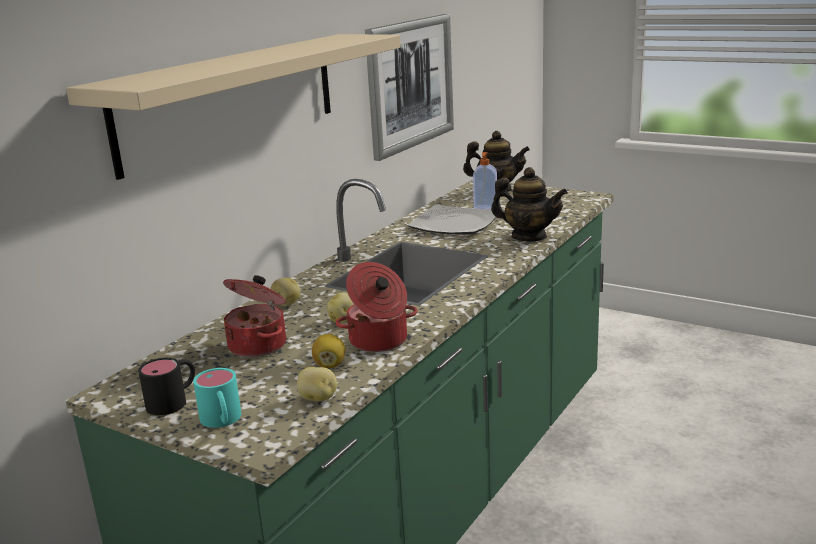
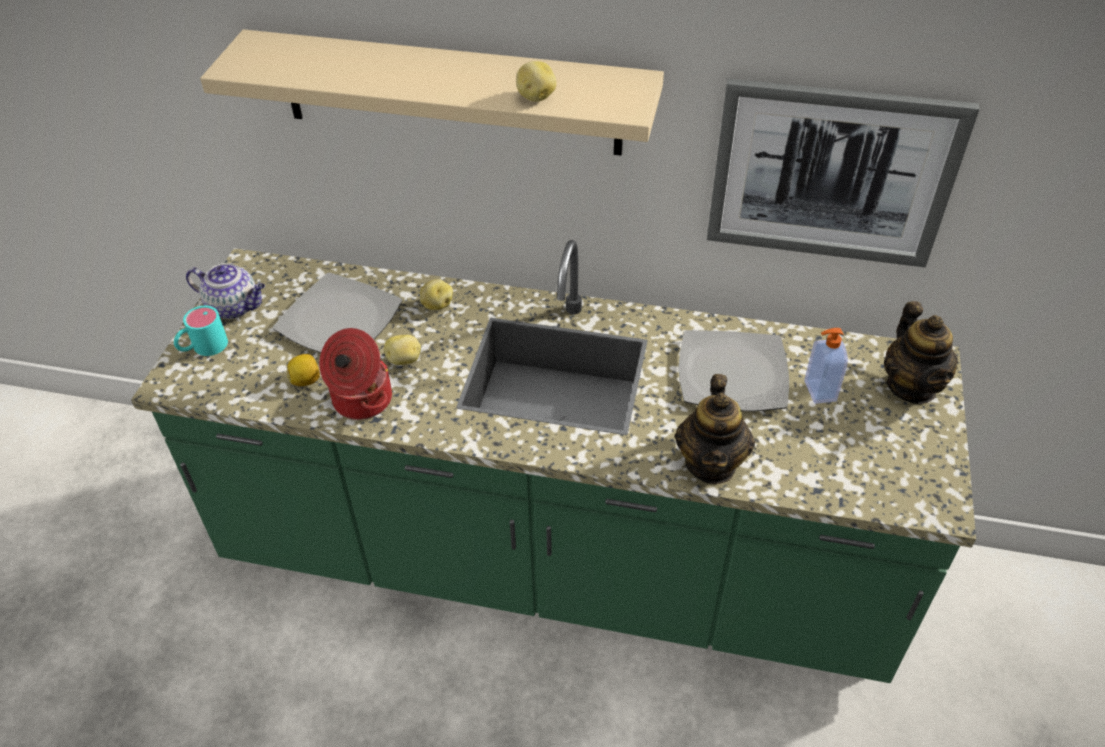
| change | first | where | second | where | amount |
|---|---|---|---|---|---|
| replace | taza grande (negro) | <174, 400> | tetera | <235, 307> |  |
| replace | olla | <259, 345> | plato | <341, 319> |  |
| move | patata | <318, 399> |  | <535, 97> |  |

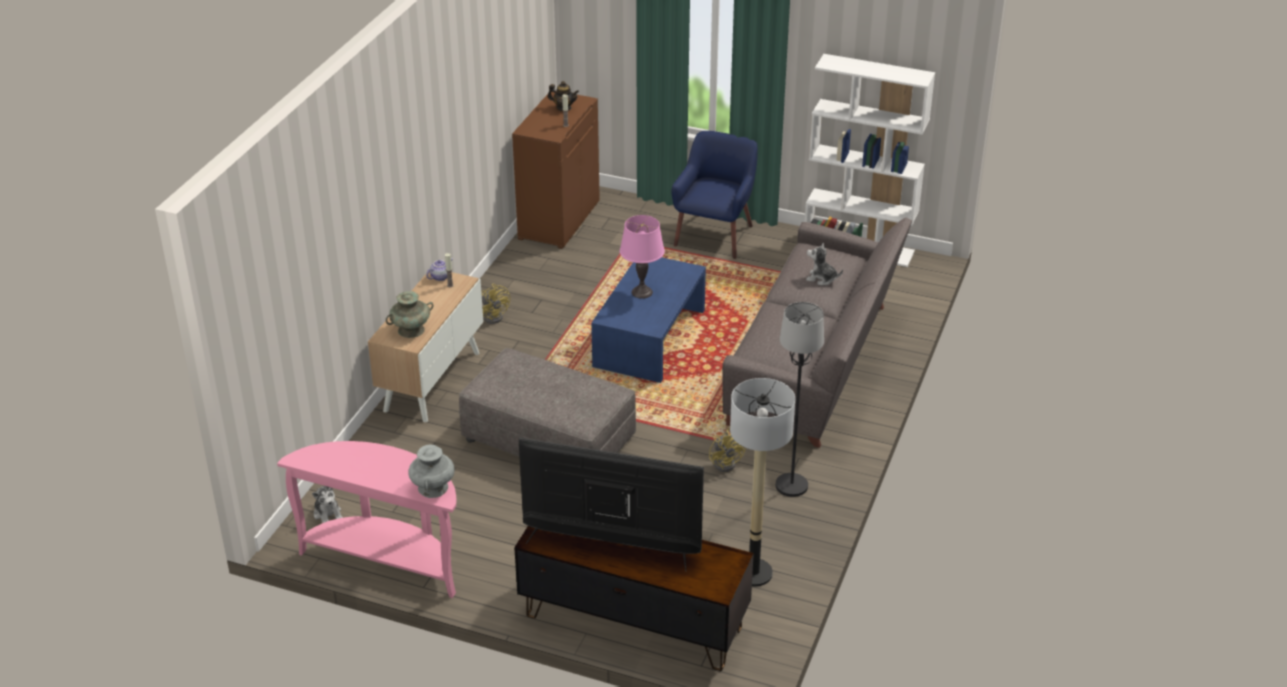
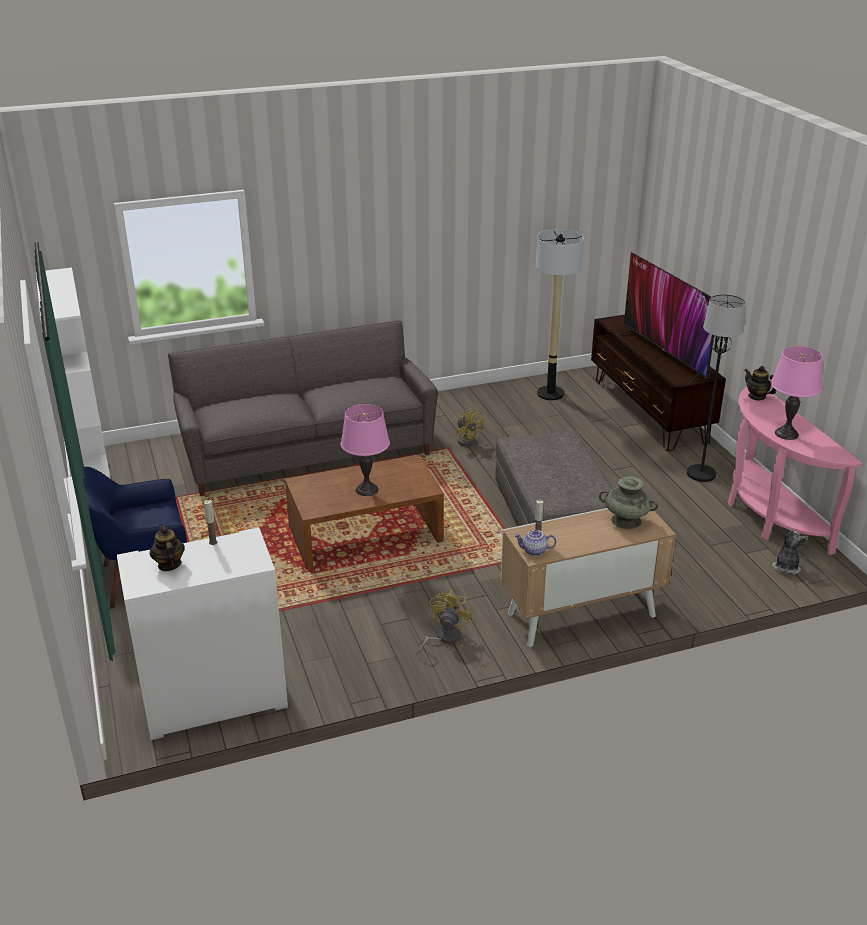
| change | first | where | second | where | amount |
|---|---|---|---|---|---|
| replace | florero (gris) | <433, 487> | tetera | <757, 396> |  |
| recolor | armario (marrón) | <558, 220> | armario (blanco) | <213, 700> |  |
| recolor | mesa de centro (azul) | <650, 338> | mesa de centro (marrón) | <365, 534> |  |
| rotate | ventilador (amarillo) | <726, 462> |  | <468, 439> | 120 degrees clockwise |
| move | lámpara de pie (negro) | <791, 485> |  | <701, 474> |  |
| delete | peluche | <821, 279> |  |  |  |
| insert |  |  | lámpara de mesa (rosa) | <786, 434> |  |

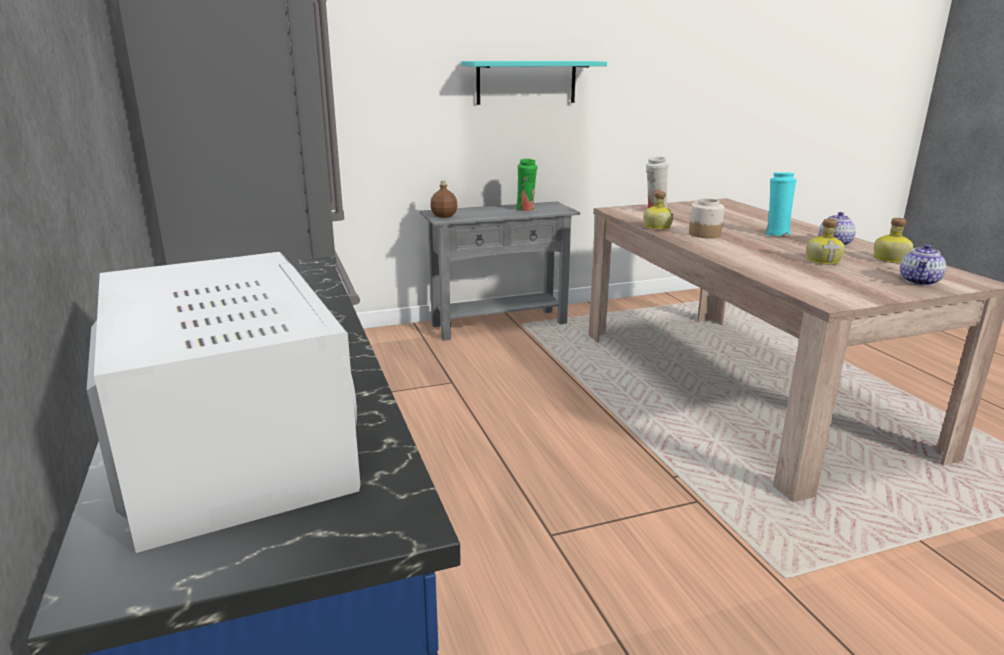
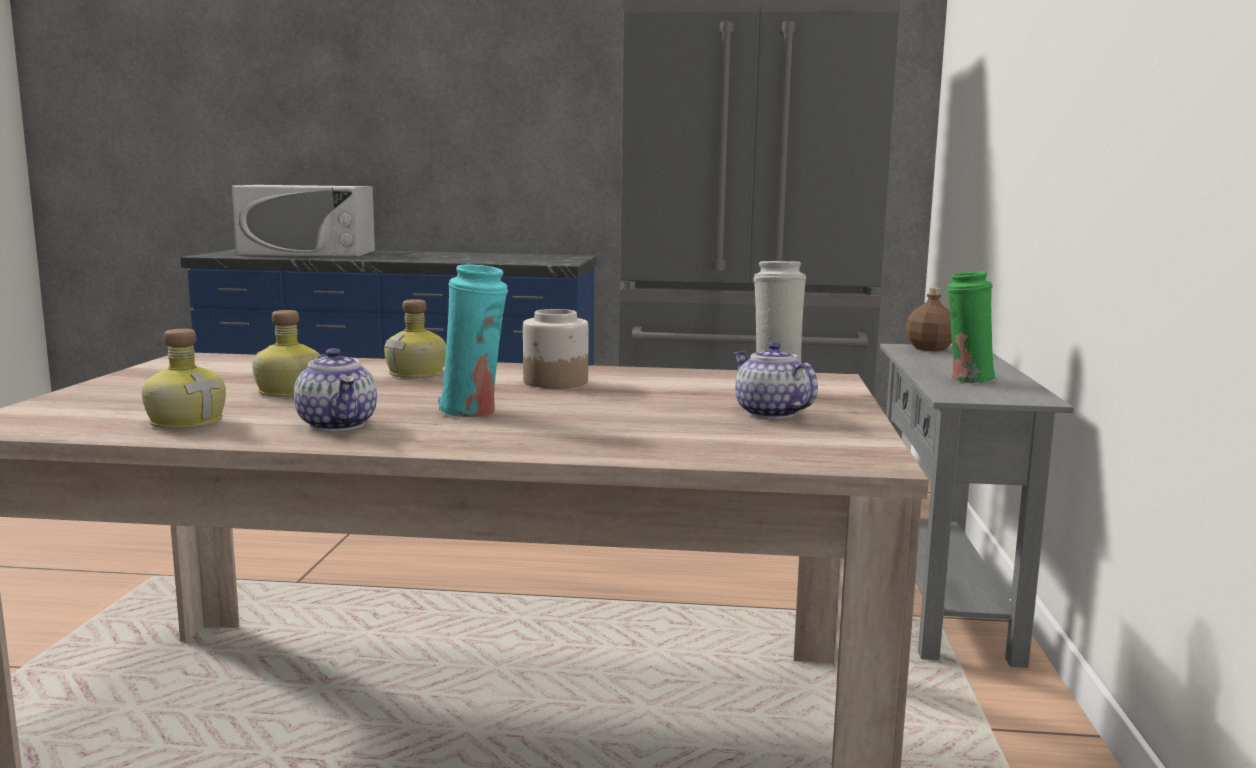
| change | first | where | second | where | amount |
|---|---|---|---|---|---|
| delete | estante (turquesa) | <526, 82> |  |  |  |
| move | botella | <656, 227> |  | <418, 374> |  |
| move | tetera | <920, 281> |  | <769, 413> |  |

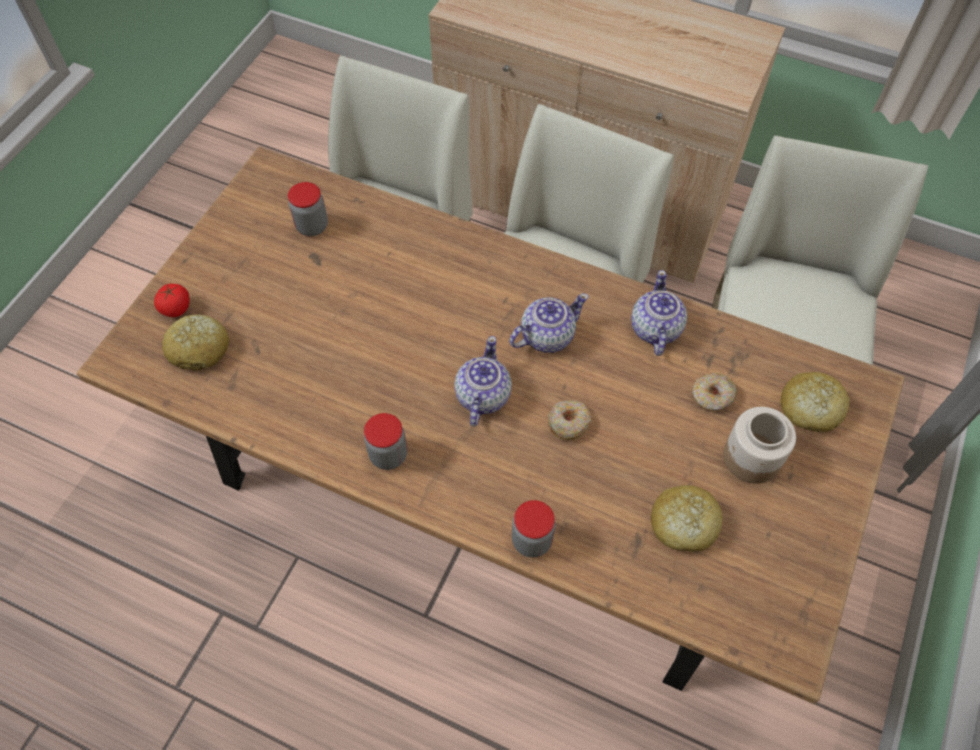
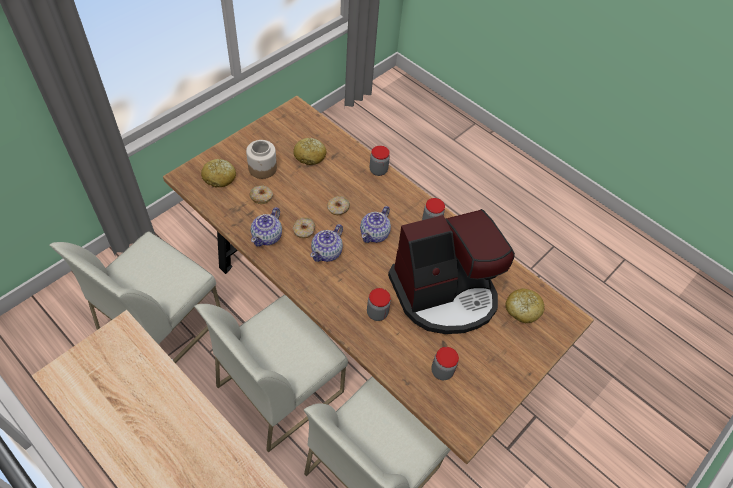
| change | first | where | second | where | amount |
|---|---|---|---|---|---|
| delete | tomate | <176, 308> |  |  |  |
| rotate | tetera | <546, 336> |  | <327, 252> | 45 degrees counterclockwise |
| insert |  |  | rosquilla | <304, 230> |  |
| insert |  |  | tarro | <377, 313> |  |
| insert |  |  | cafetera | <445, 294> |  |

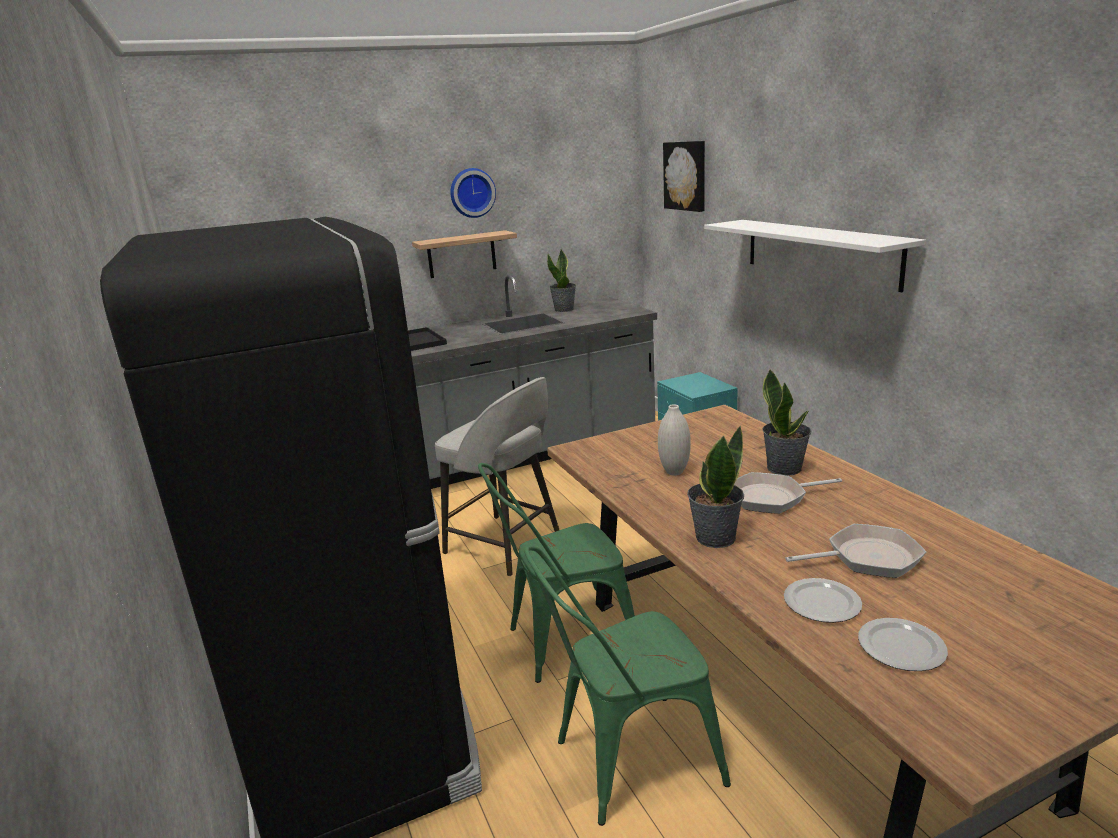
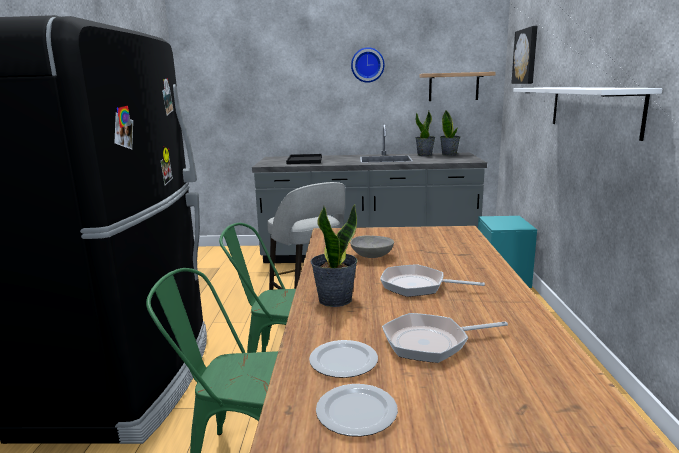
| change | first | where | second | where | amount |
|---|---|---|---|---|---|
| move | estante | <461, 254> |  | <453, 87> |  |
| replace | florero (blanco) | <674, 472> | cuenco (gris) | <371, 256> |  |
| move | planta en maceta | <784, 468> |  | <449, 154> |  |
| rotate | sartén | <867, 558> |  | <431, 342> | 150 degrees clockwise |

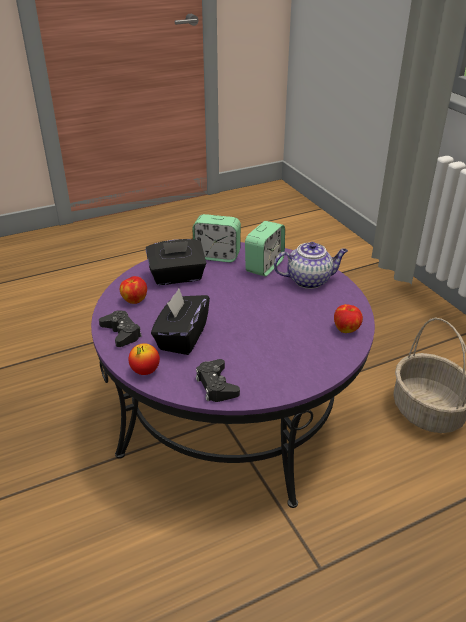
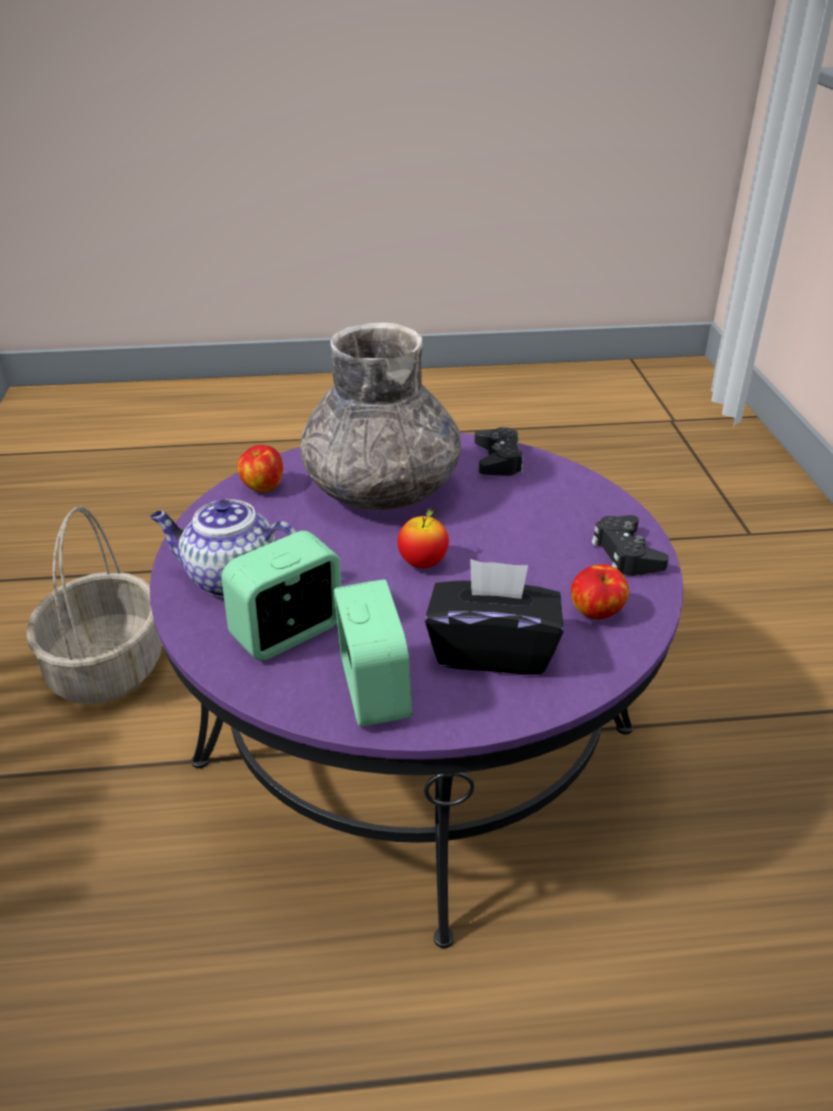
| change | first | where | second | where | amount |
|---|---|---|---|---|---|
| move | manzana | <145, 371> |  | <423, 563> |  |
| delete | caja de pañuelos (negro) | <182, 337> |  |  |  |
| rotate | despertador | <217, 256> |  | <373, 691> | 45 degrees clockwise |
| insert |  |  | florero (gris) | <382, 489> |  |

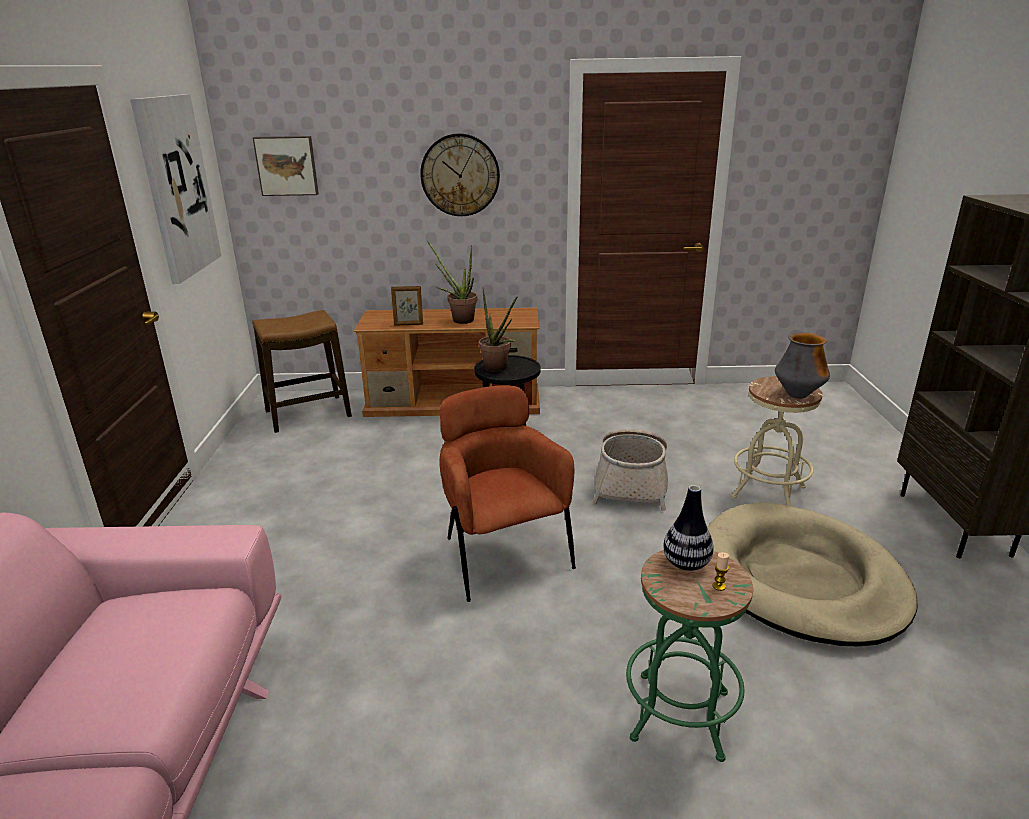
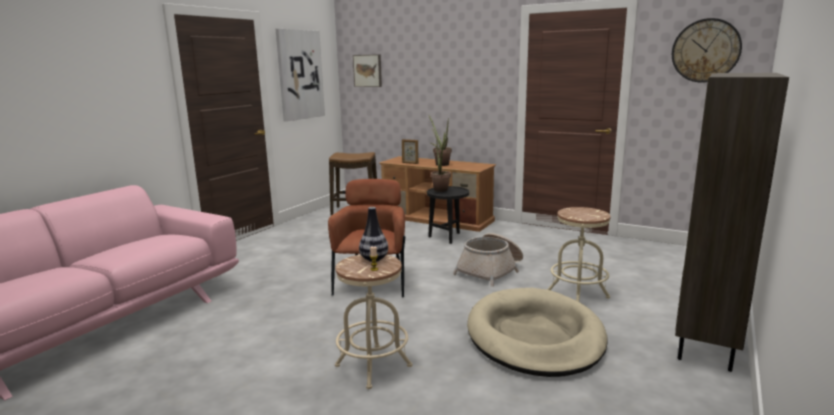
| change | first | where | second | where | amount |
|---|---|---|---|---|---|
| move | reloj de pared | <460, 175> |  | <705, 50> |  |
| recolor | taburete (verde) | <680, 715> | taburete (beis) | <373, 366> |  |
| delete | florero | <798, 395> |  |  |  |

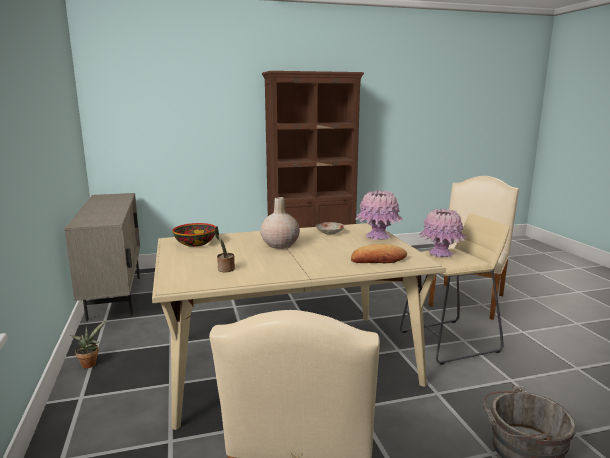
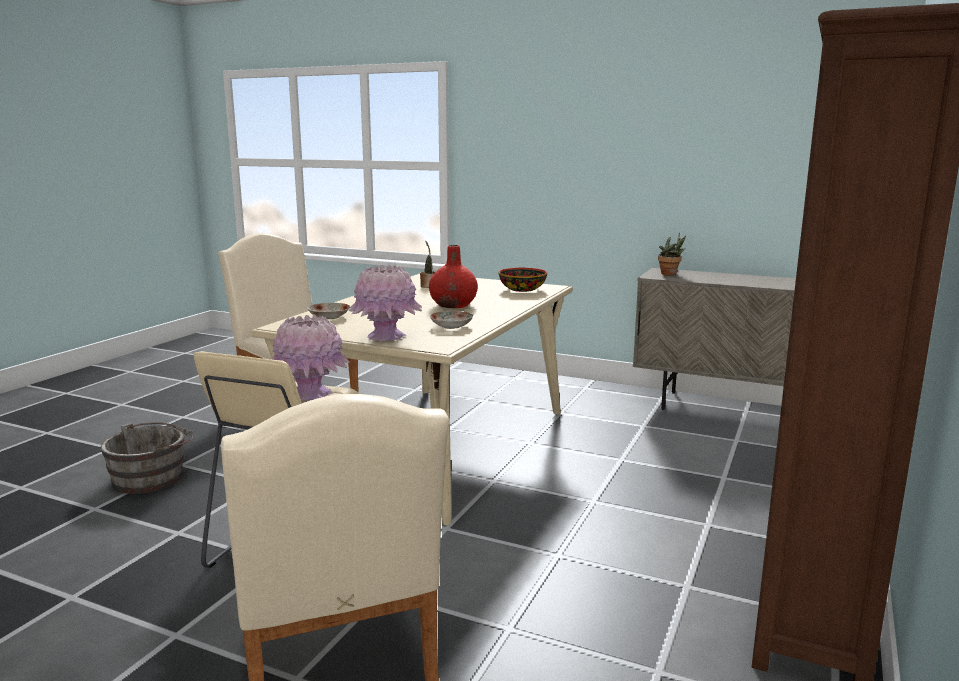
| change | first | where | second | where | amount |
|---|---|---|---|---|---|
| move | planta en maceta | <90, 363> |  | <670, 274> |  |
| recolor | florero (beis) | <280, 245> | florero (rojo) | <454, 305> |  |
| replace | pan | <378, 259> | plato | <328, 317> |  |

